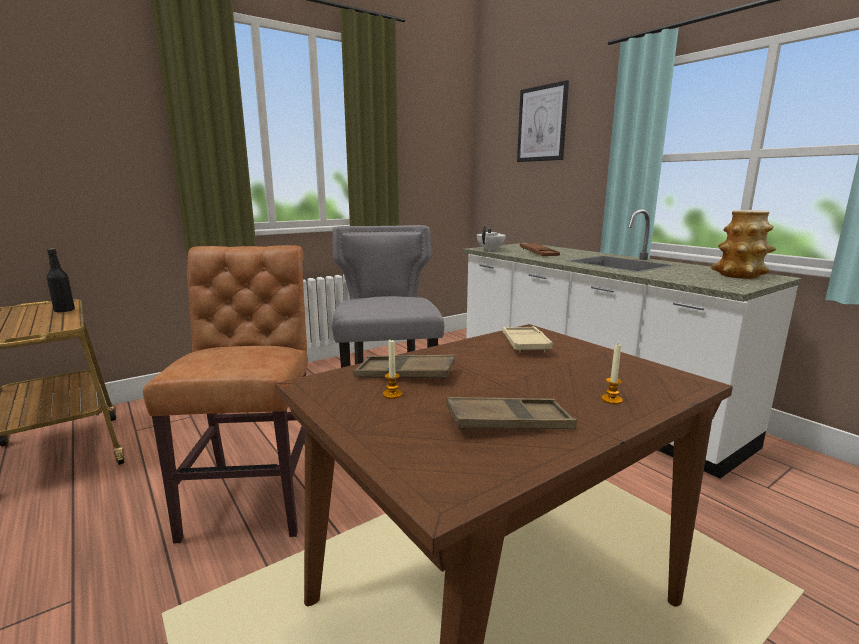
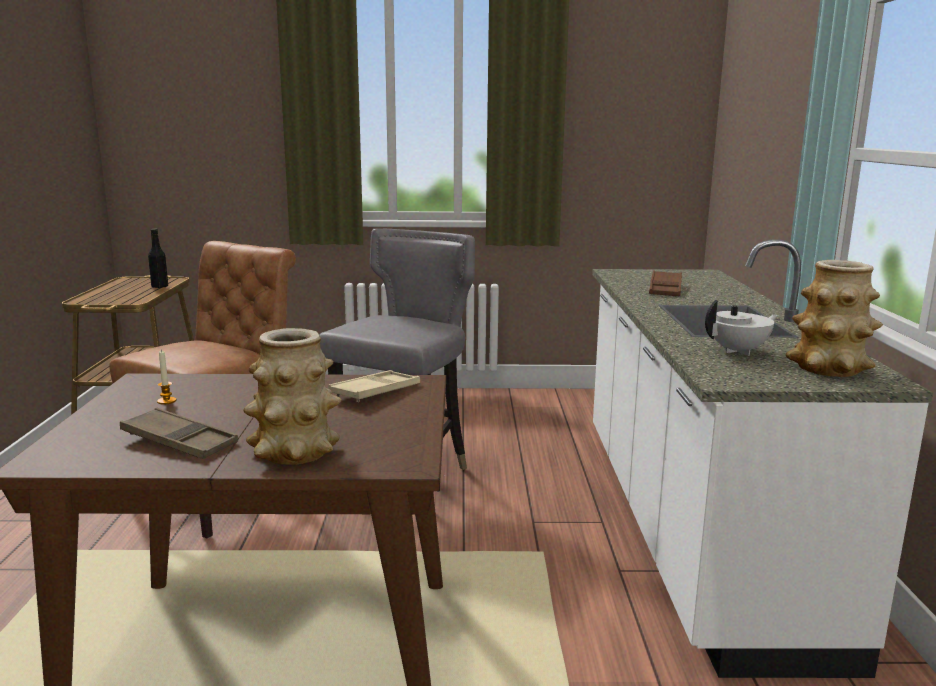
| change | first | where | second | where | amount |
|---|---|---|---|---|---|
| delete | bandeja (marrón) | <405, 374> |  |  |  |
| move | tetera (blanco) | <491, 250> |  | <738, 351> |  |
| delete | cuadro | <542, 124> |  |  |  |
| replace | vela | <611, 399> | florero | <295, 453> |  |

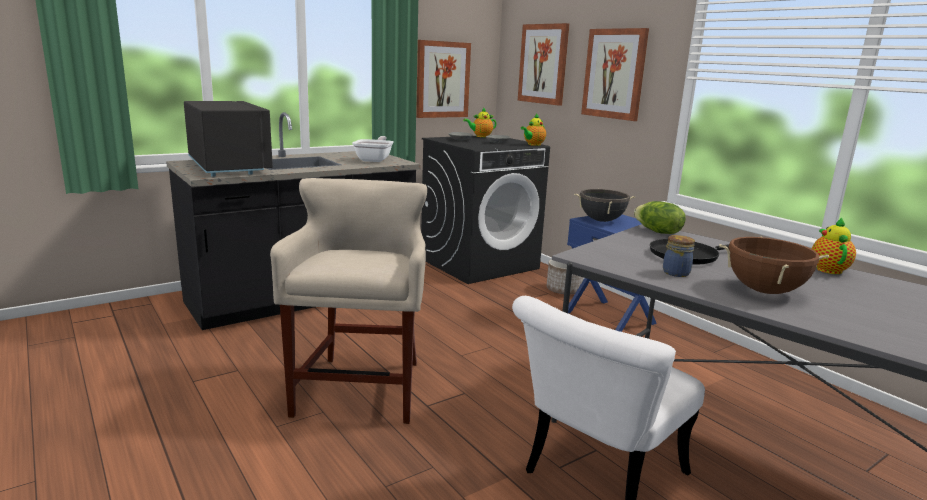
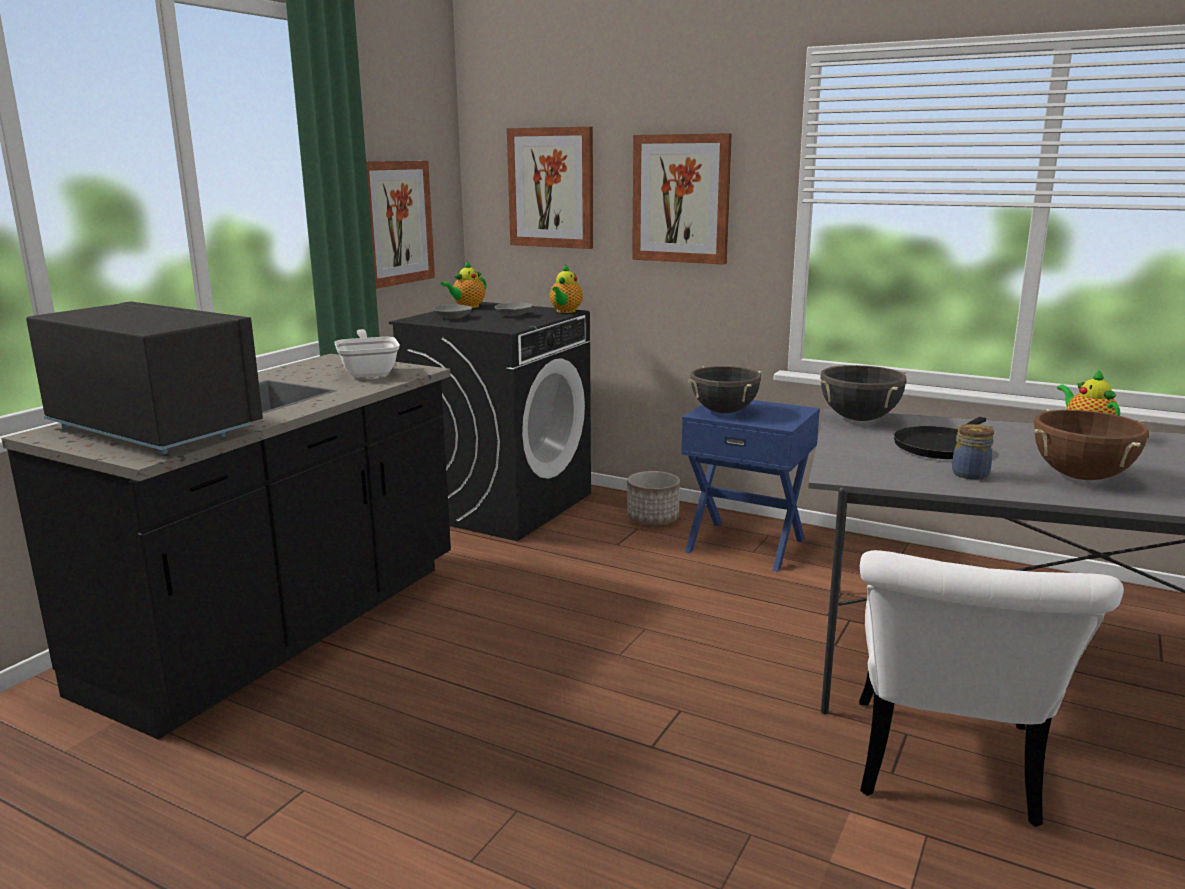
| change | first | where | second | where | amount |
|---|---|---|---|---|---|
| delete | taburete (beis) | <360, 390> |  |  |  |
| replace | lechuga | <657, 232> | olla (negro) | <859, 419> |  |

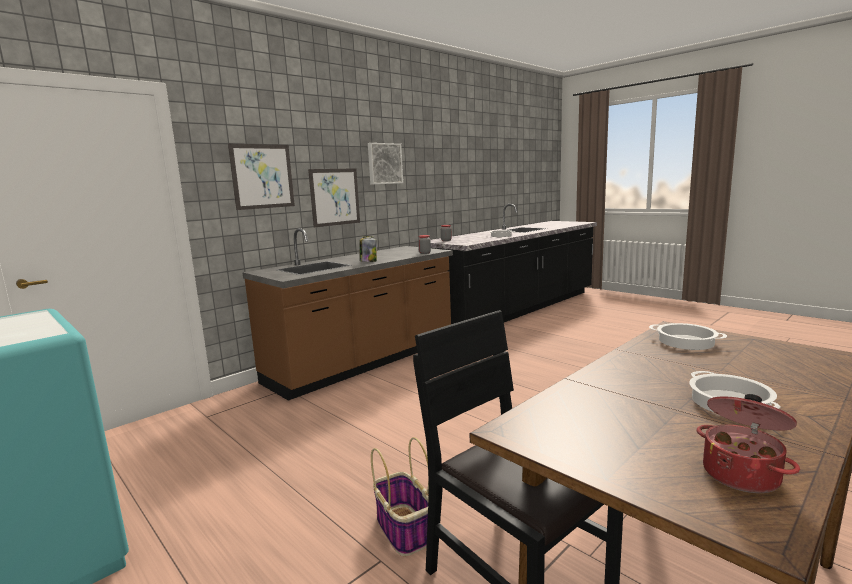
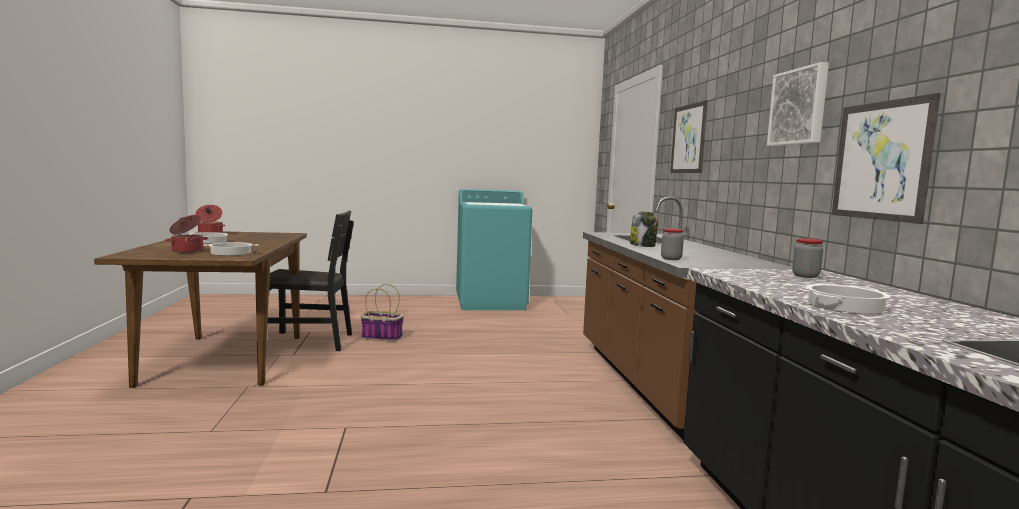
| change | first | where | second | where | amount |
|---|---|---|---|---|---|
| move | cuadro | <335, 197> |  | <881, 160> |  |
| insert |  |  | olla | <187, 251> |  |

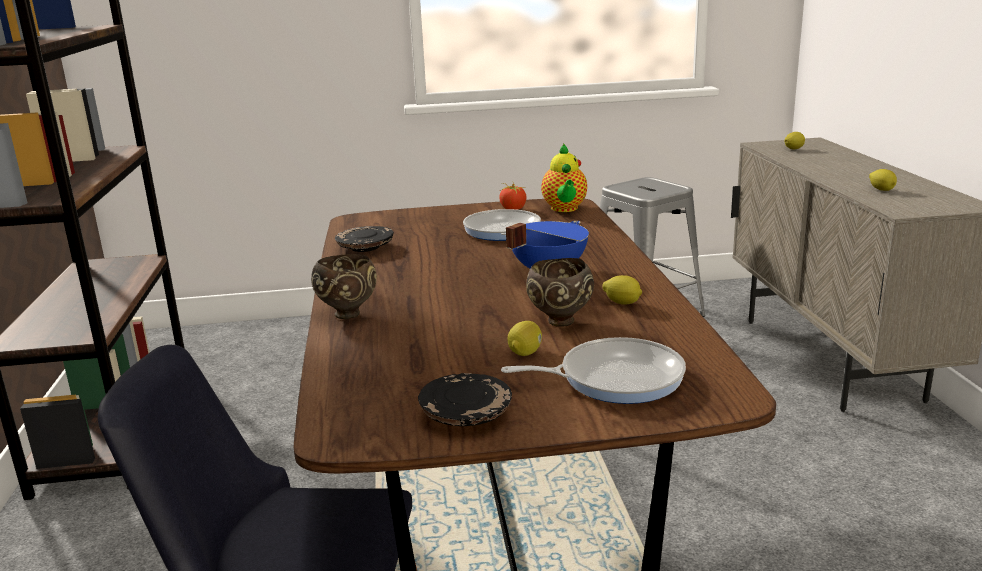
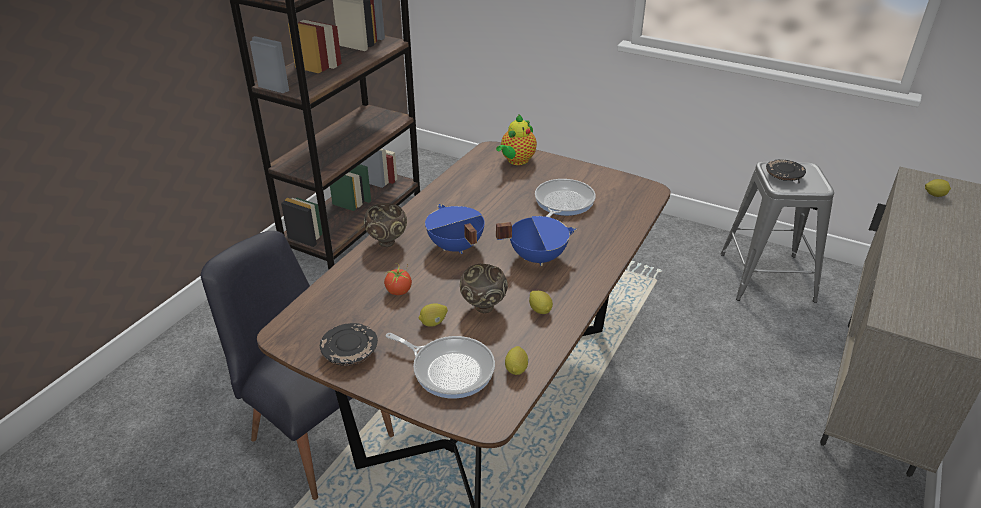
| change | first | where | second | where | amount |
|---|---|---|---|---|---|
| move | plato (negro) | <365, 248> |  | <783, 176> |  |
| move | tomate | <513, 209> |  | <398, 291> |  |
| move | tetera | <564, 209> |  | <516, 161> |  |
| move | limón | <881, 190> |  | <516, 369> |  |
| insert |  |  | olla (azul) | <455, 247> |  |

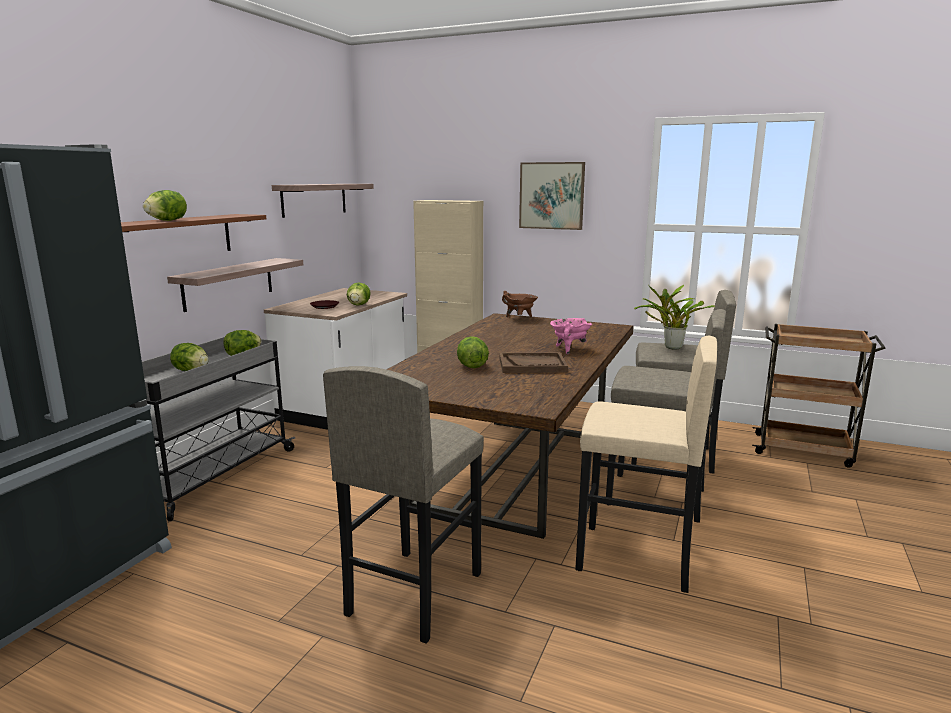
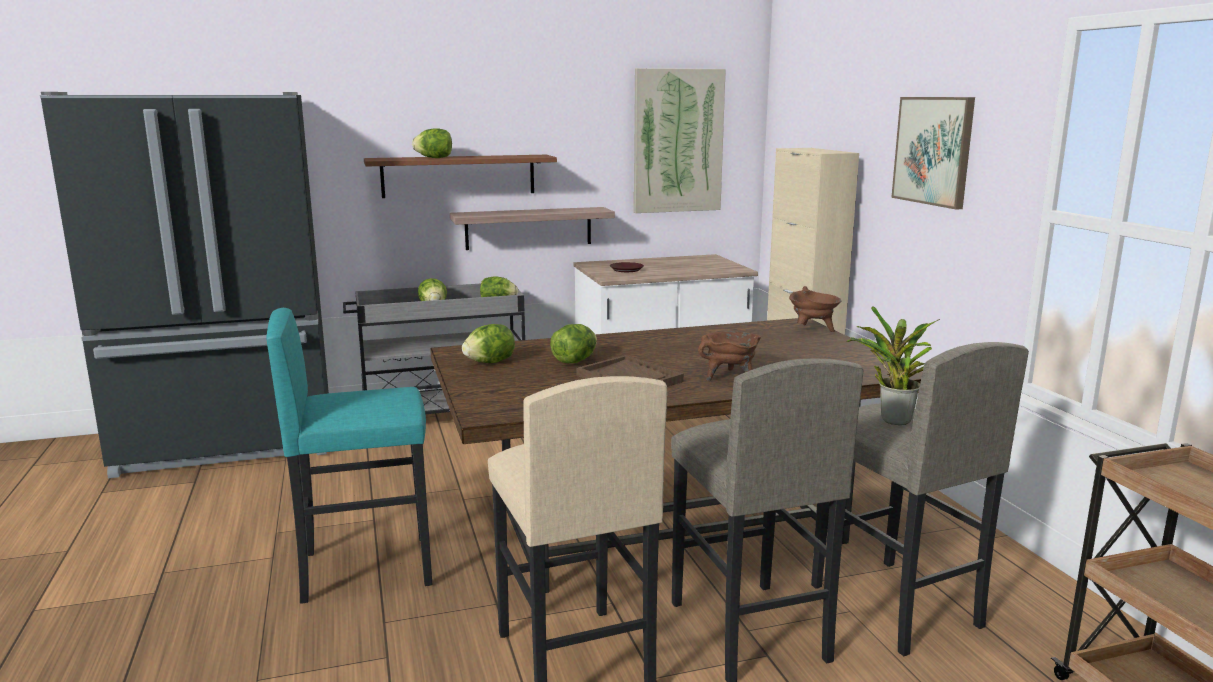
| change | first | where | second | where | amount |
|---|---|---|---|---|---|
| replace | estante | <314, 199> | cuadro | <678, 141> |  |
| recolor | taburete (gris) | <413, 593> | taburete (turquesa) | <366, 568> |  |
| move | lechuga | <359, 305> |  | <490, 362> |  |
| recolor | olla (rosa) | <569, 349> | olla (marrón) | <729, 377> |  |

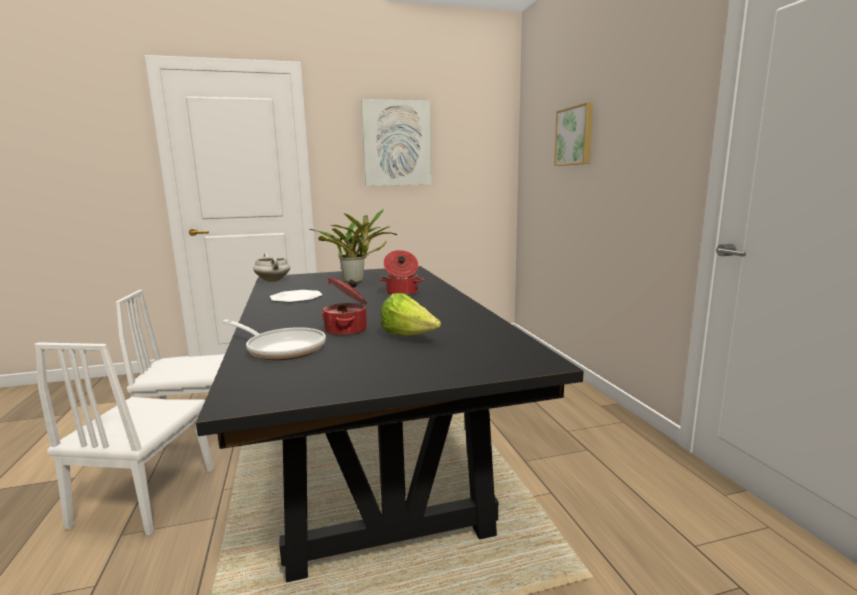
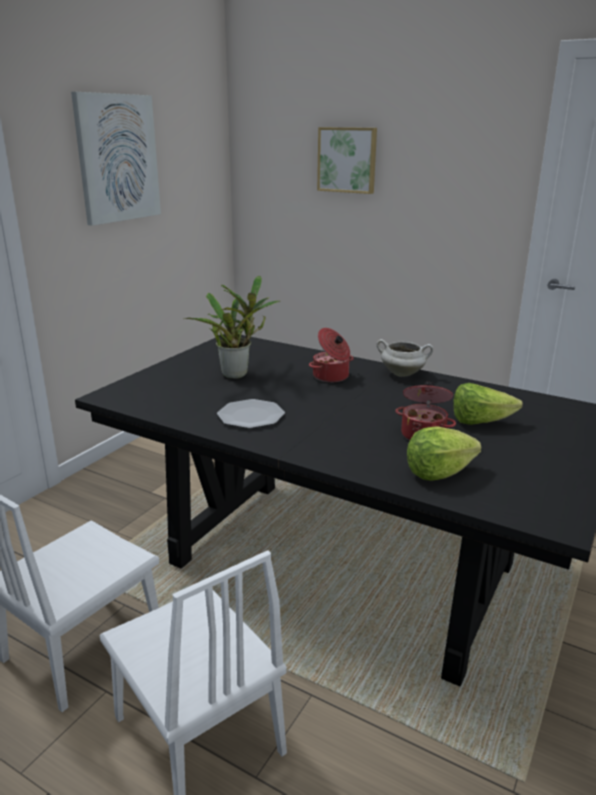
| change | first | where | second | where | amount |
|---|---|---|---|---|---|
| replace | sartén | <282, 348> | lechuga | <438, 473> |  |
| move | olla (blanco) | <273, 281> |  | <403, 374> |  |

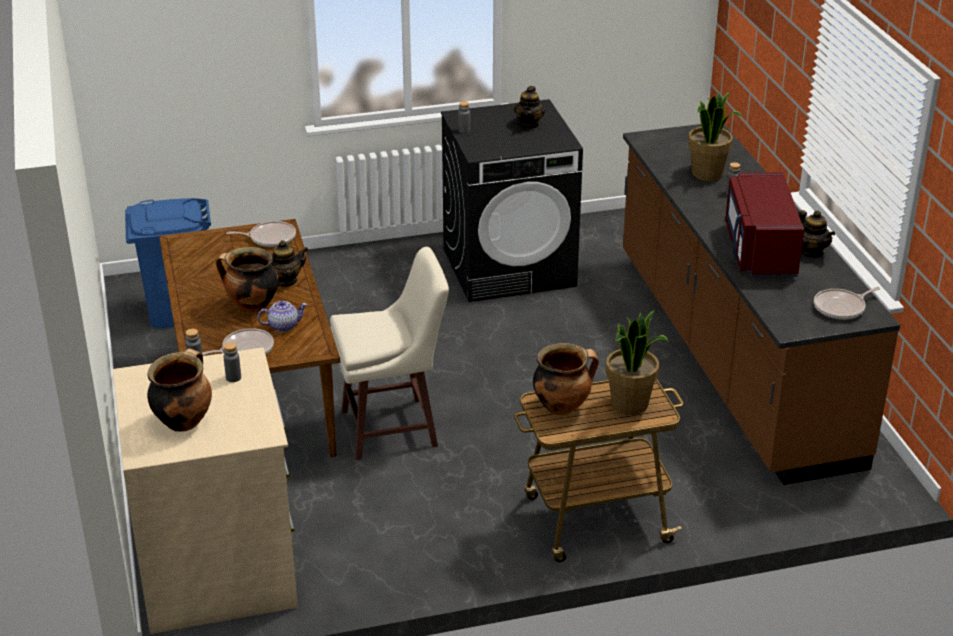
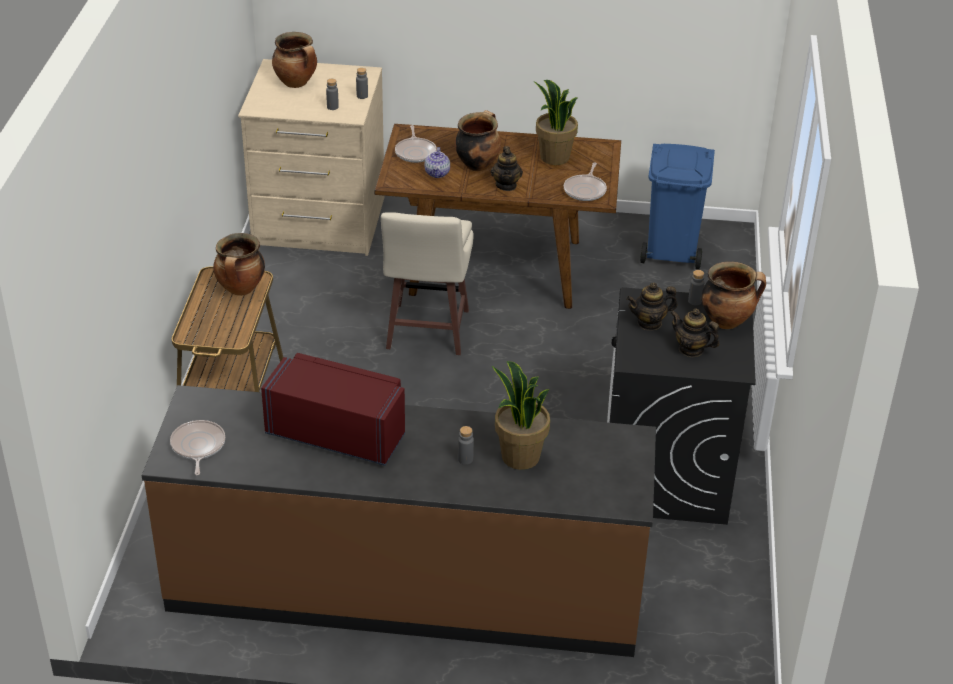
| change | first | where | second | where | amount |
|---|---|---|---|---|---|
| move | planta en maceta | <630, 404> |  | <554, 157> |  |
| move | tetera | <811, 252> |  | <649, 323> |  |
| insert |  |  | olla | <727, 321> |  |

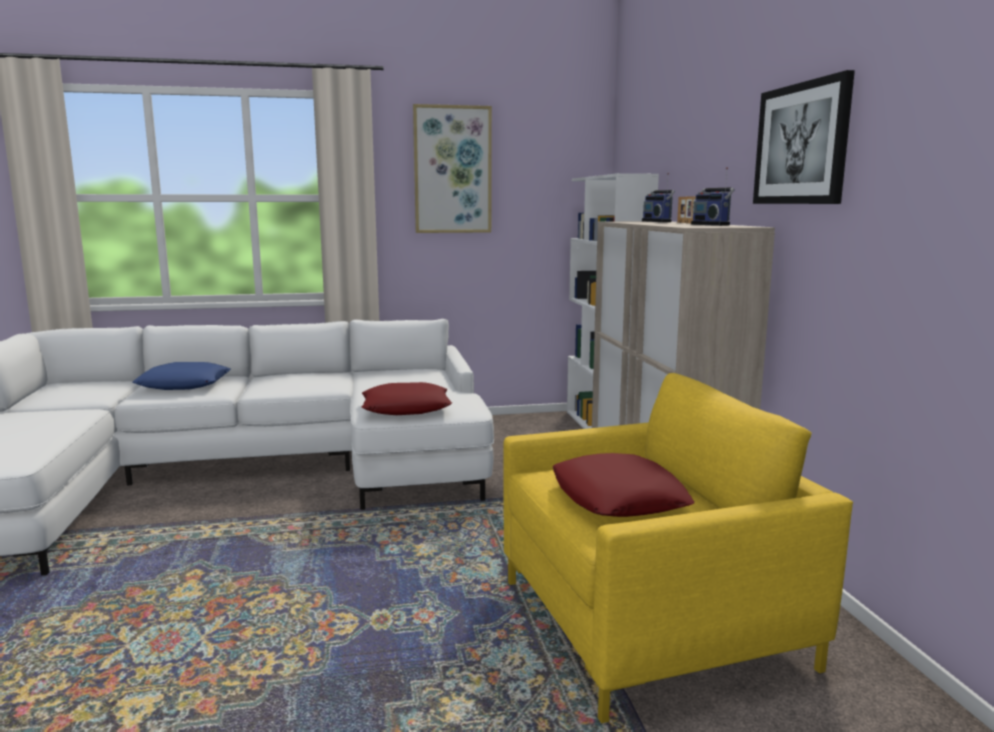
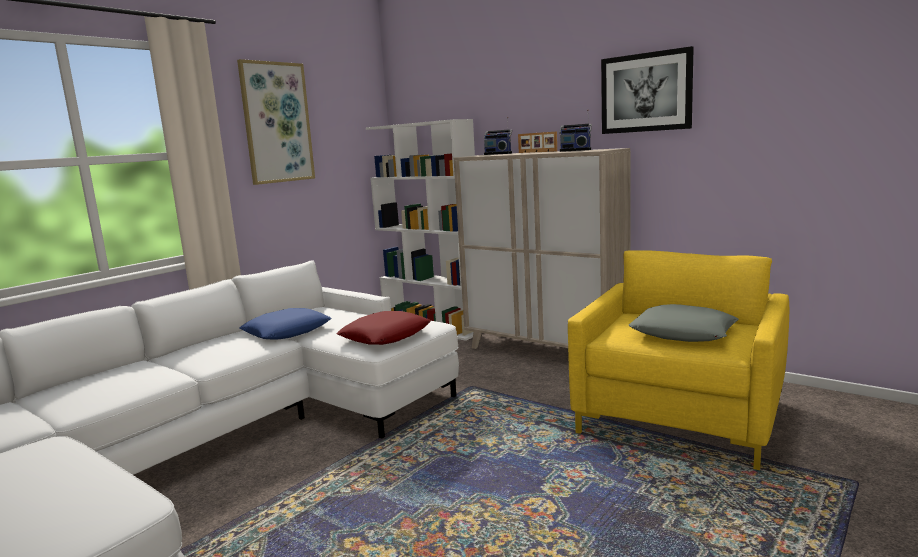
| change | first | where | second | where | amount |
|---|---|---|---|---|---|
| move | cojín (azul) | <184, 384> |  | <287, 331> |  |
| recolor | cojín (rojo) | <618, 498> | cojín (gris) | <683, 332> |  |

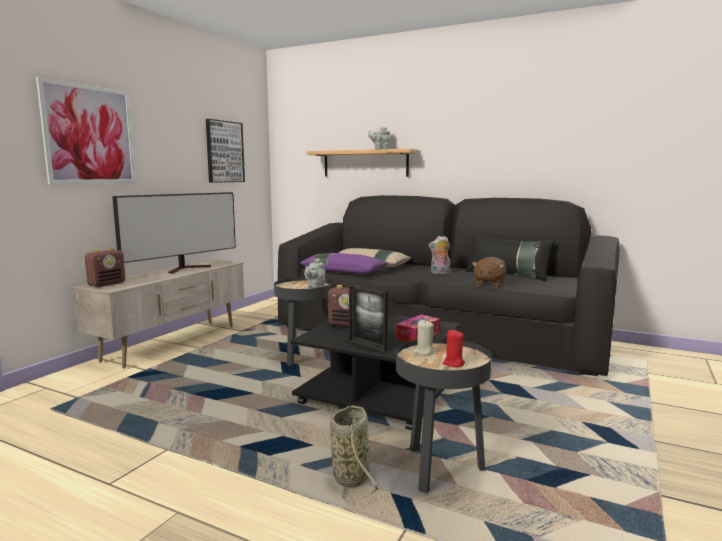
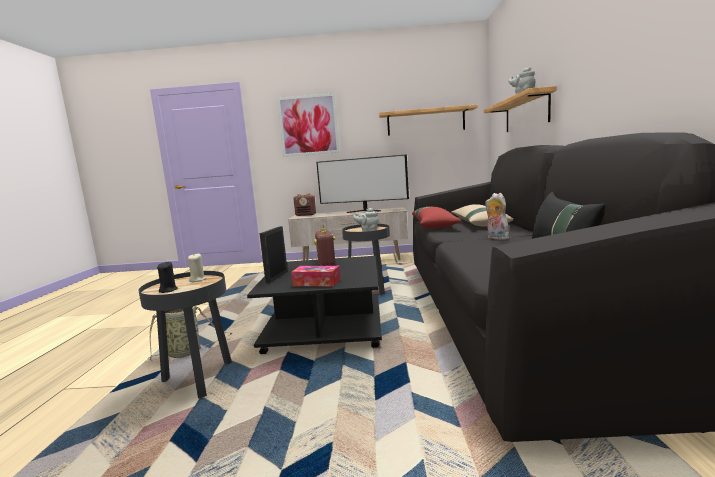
| change | first | where | second | where | amount |
|---|---|---|---|---|---|
| replace | cuadro | <224, 152> | estante | <425, 121> |  |
| recolor | cojín (morado) | <344, 271> | cojín (rojo) | <435, 224> |  |
| recolor | vela (rojo) | <453, 363> | vela (negro) | <168, 290> |  |
| delete | peluche (marrón) | <488, 284> |  |  |  |

